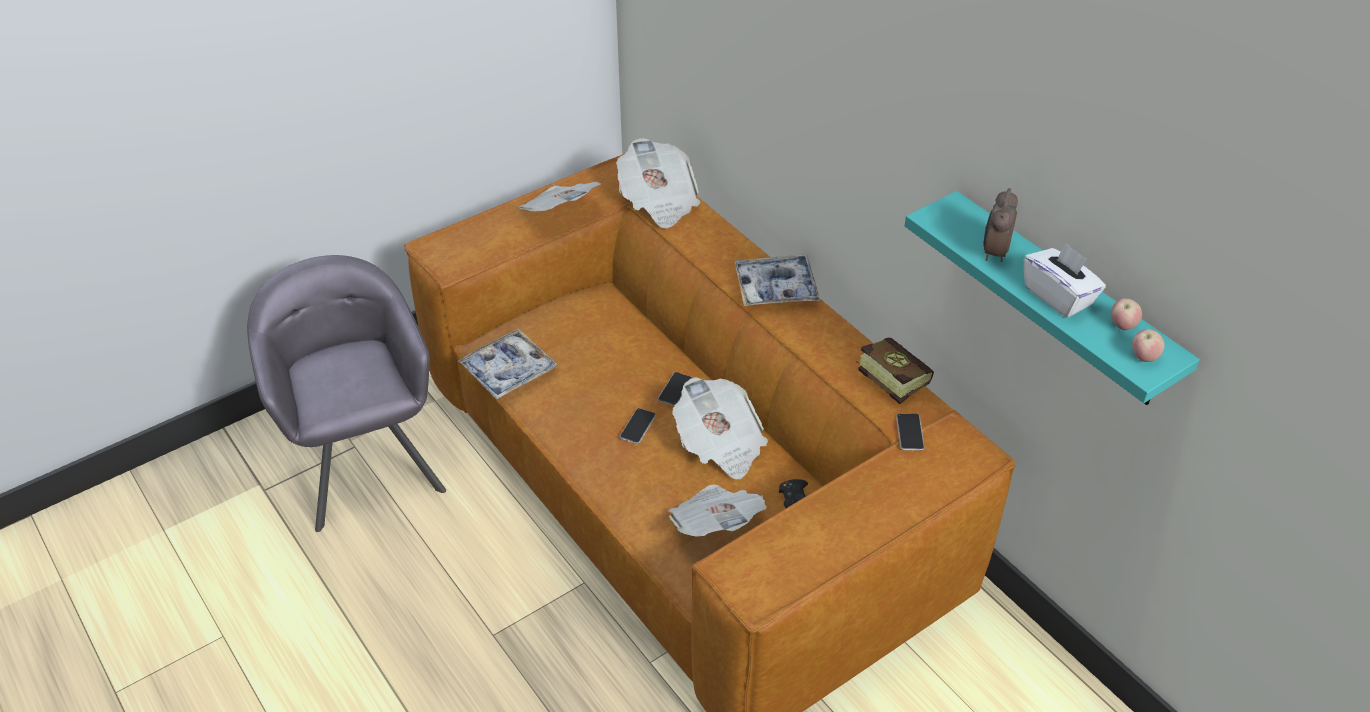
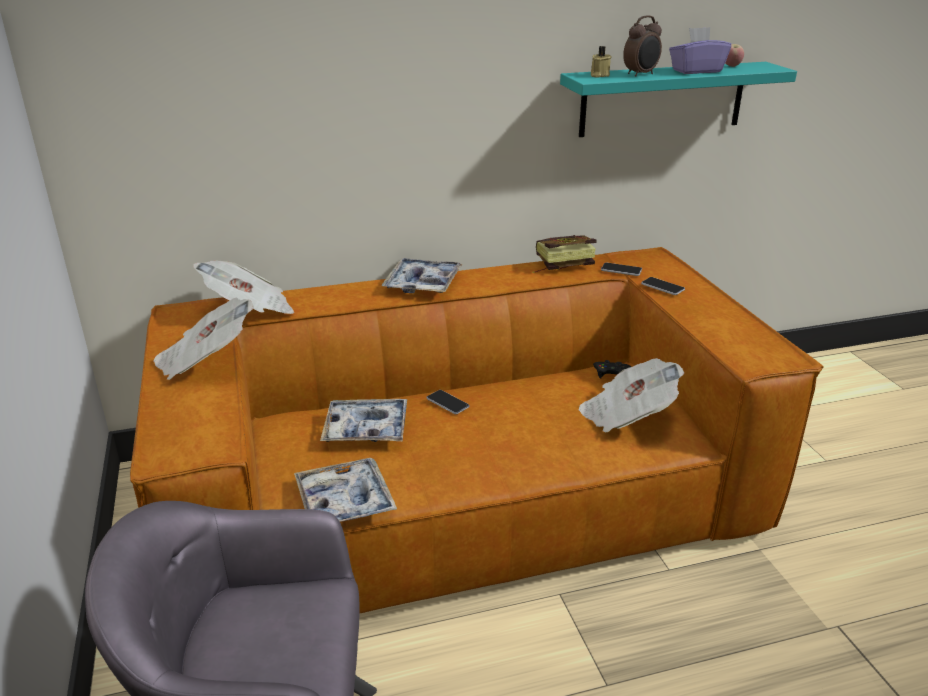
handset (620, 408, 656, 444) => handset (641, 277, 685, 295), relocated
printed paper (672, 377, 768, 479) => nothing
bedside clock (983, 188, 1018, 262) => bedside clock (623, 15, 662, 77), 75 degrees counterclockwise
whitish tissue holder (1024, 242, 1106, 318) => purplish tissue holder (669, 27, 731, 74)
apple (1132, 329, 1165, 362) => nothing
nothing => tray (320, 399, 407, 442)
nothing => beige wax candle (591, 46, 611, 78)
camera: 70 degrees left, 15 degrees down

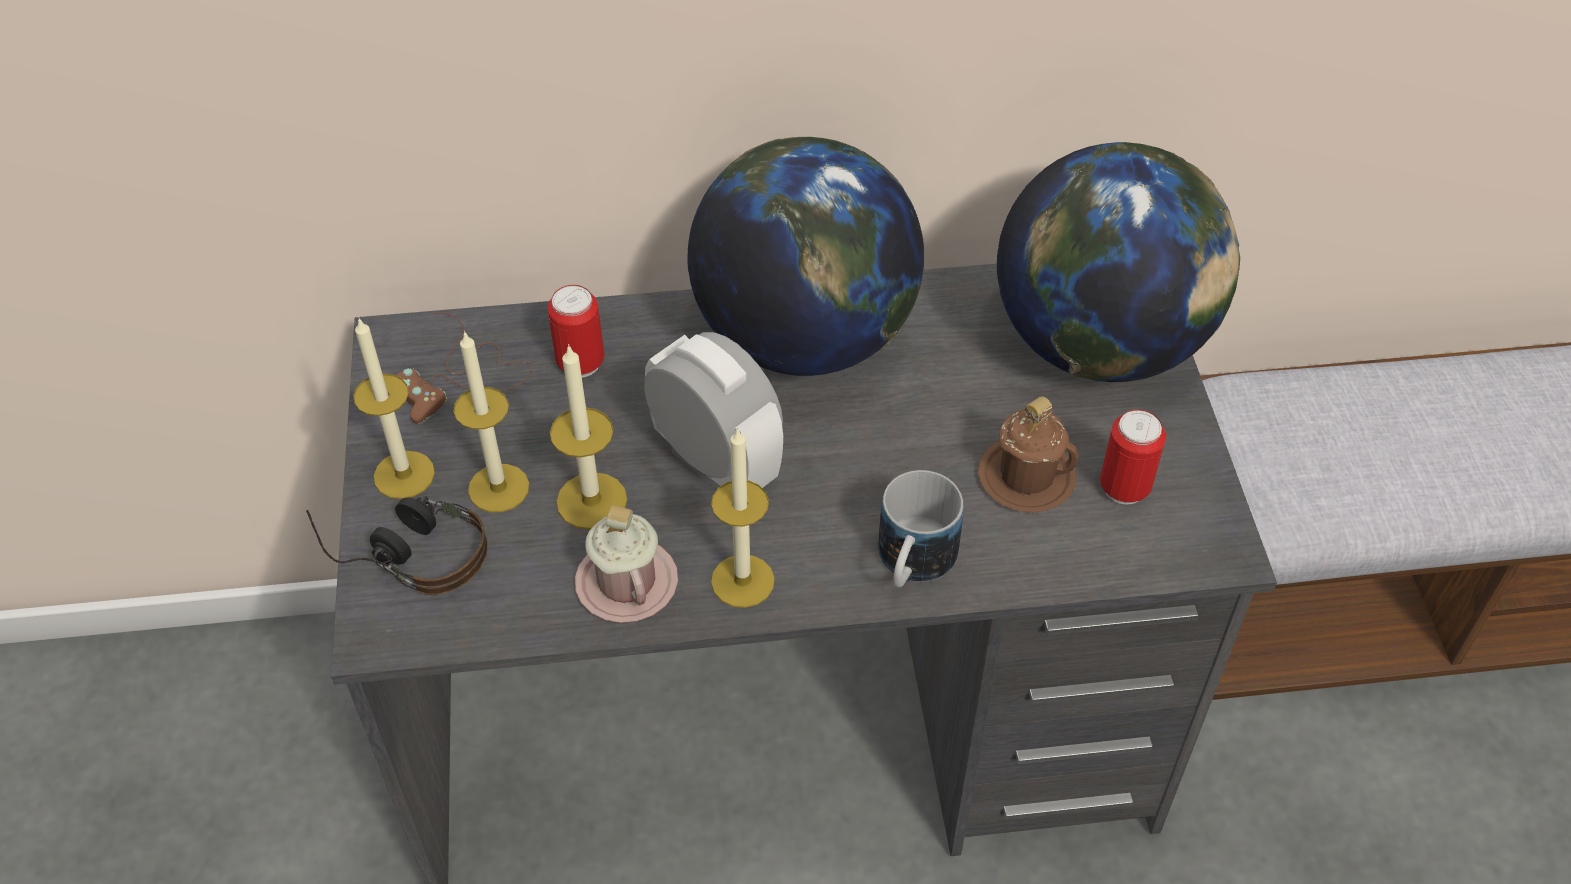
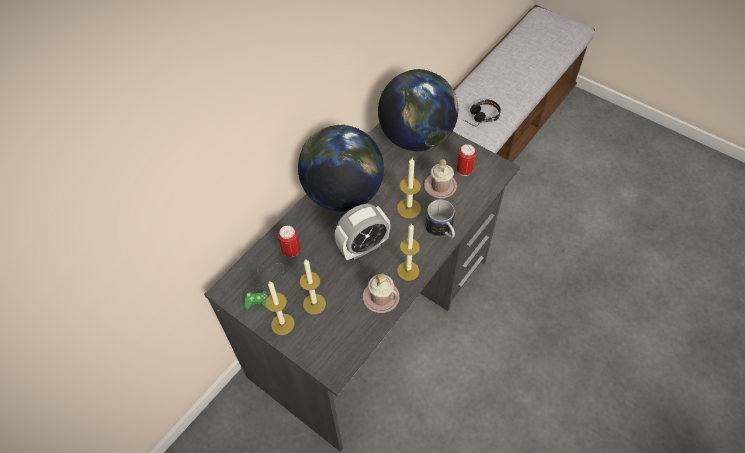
headset (306, 496, 488, 595) => headset (463, 100, 501, 126), relocated
brownish game controller (396, 313, 533, 424) => green-coloured game controller (231, 263, 284, 309)
wax candle (550, 344, 627, 530) => wax candle (397, 158, 421, 218), relocated
bedside clock (644, 332, 783, 489) => bedside clock (335, 204, 390, 260), 150 degrees clockwise
brownish tea mug (978, 396, 1079, 513) => pink tea mug (424, 159, 457, 198)
camera: 45 degrees left, 5 degrees up

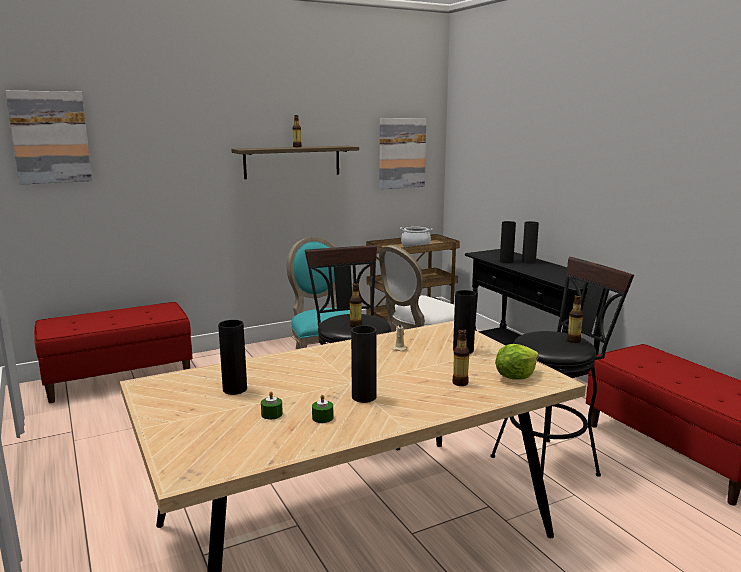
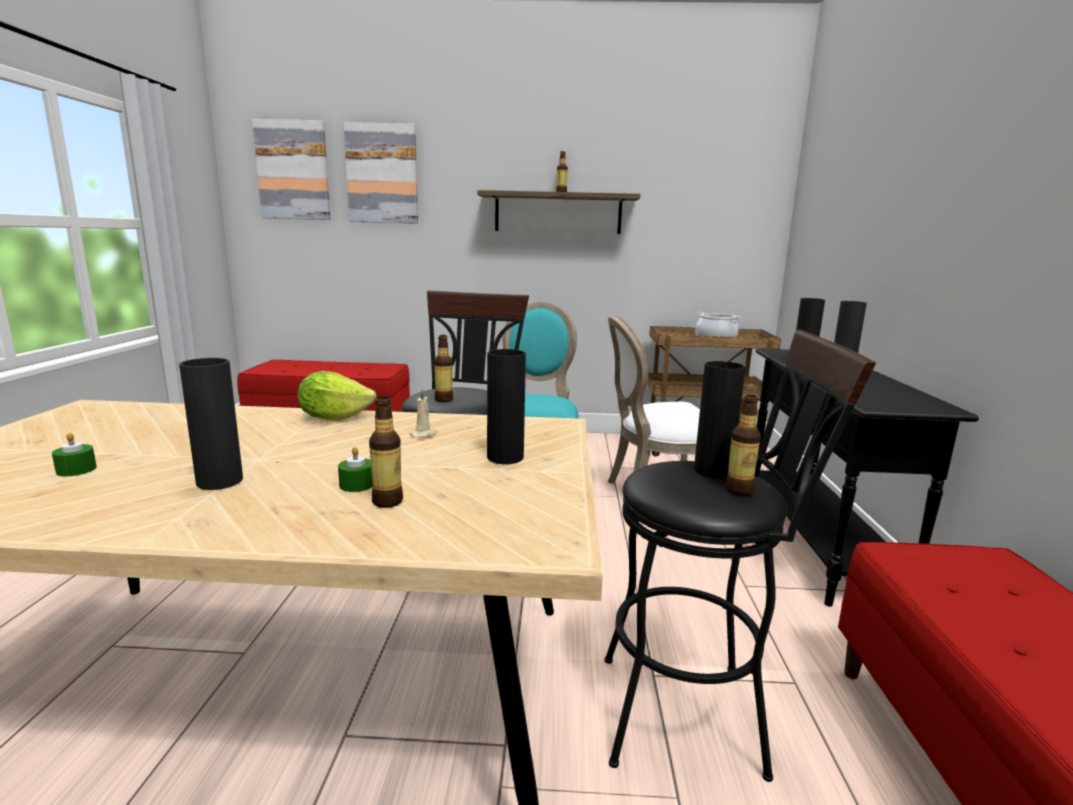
blackish decorative vase (218, 320, 247, 395) => blackish decorative vase (694, 361, 746, 478), relocated
green-coloured wax candle (312, 395, 334, 423) => green-coloured wax candle (338, 447, 373, 492), relocated
wall picture (380, 118, 426, 190) => wall picture (343, 122, 418, 224), relocated
lettuce head (495, 344, 539, 380) => lettuce head (297, 371, 377, 421), relocated
camera: 30 degrees right, 0 degrees up

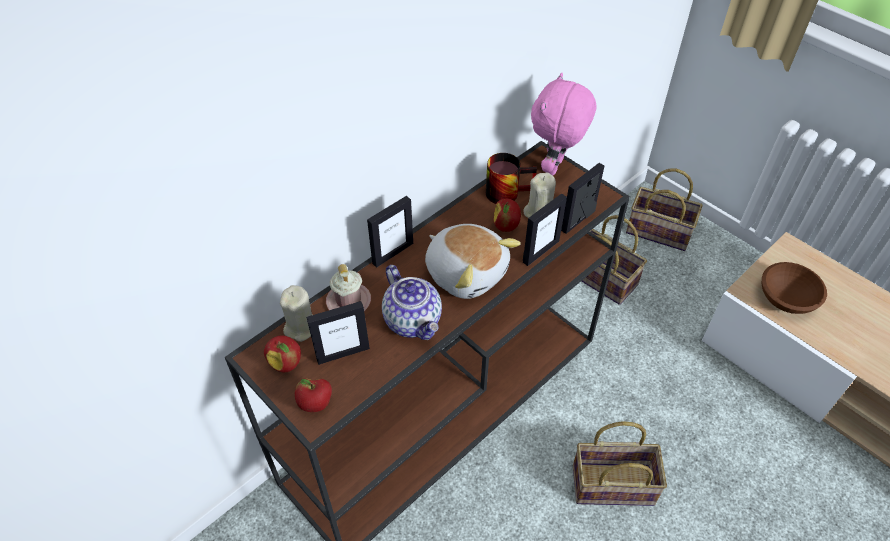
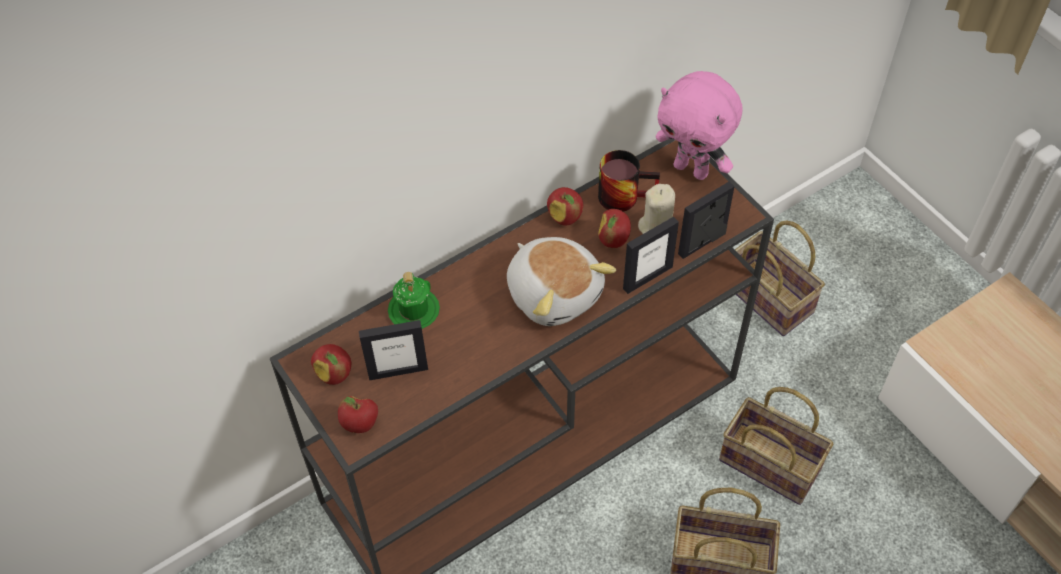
beige wax candle (280, 285, 312, 342) => nothing
pink tea mug (326, 264, 371, 311) => green-coloured tea mug (388, 272, 440, 329)
standing frame (367, 196, 413, 268) => nothing
tea pot (382, 265, 442, 340) => nothing
pink plush toy (531, 73, 597, 176) => pink plush toy (656, 71, 742, 180), 90 degrees counterclockwise
basket (626, 168, 702, 251) => basket (719, 387, 834, 505), relocated
brownish serving bowl (762, 262, 827, 314) => nothing
nothing => apple (547, 187, 583, 225)
camera: 10 degrees right, 5 degrees up

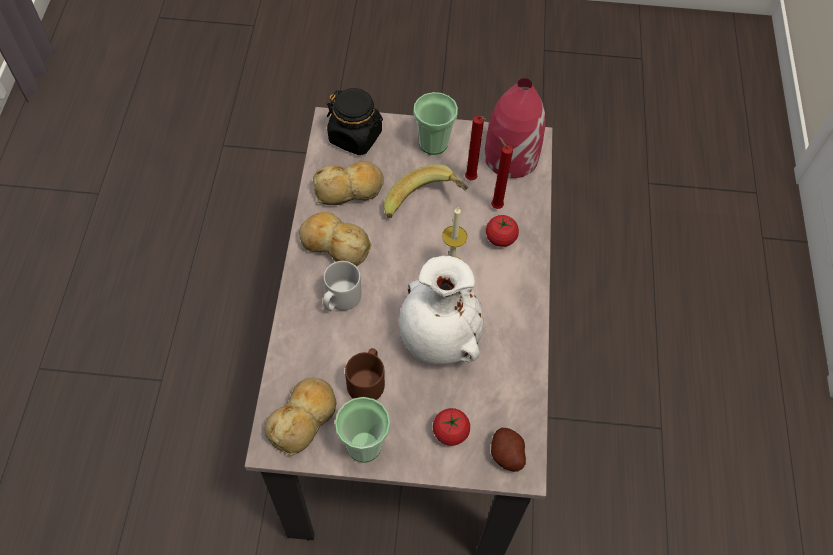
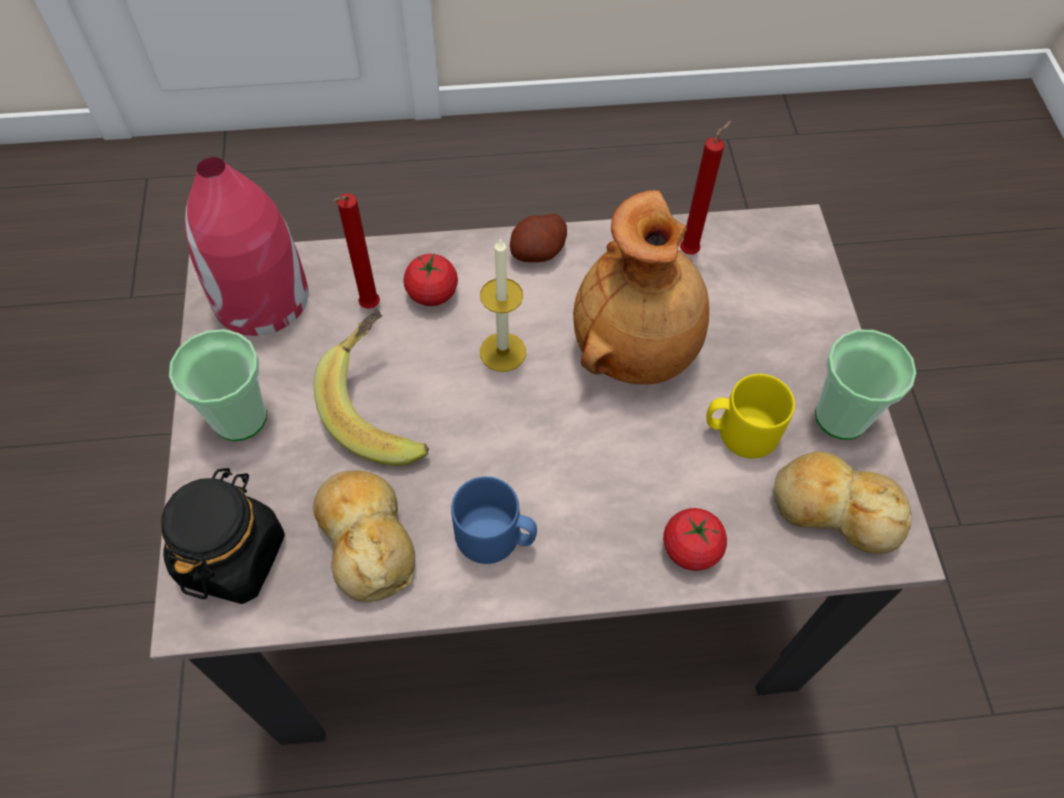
bakery bread (299, 212, 372, 266) => bluish tea mug (451, 476, 537, 564)
grey tea mug (323, 261, 362, 311) => nothing
brownish tea mug (345, 348, 385, 400) => yellow tea mug (706, 374, 795, 458)
whitish decorative vase (399, 256, 484, 364) => brownish decorative vase (573, 190, 709, 385)
fresh tomato (433, 408, 470, 446) => fresh tomato (663, 508, 727, 571), relocated
red wax candle (465, 115, 486, 180) => red wax candle (680, 120, 732, 255), relocated
spud (491, 428, 526, 472) => spud (510, 213, 567, 262), relocated
camera: 100 degrees left, 0 degrees up

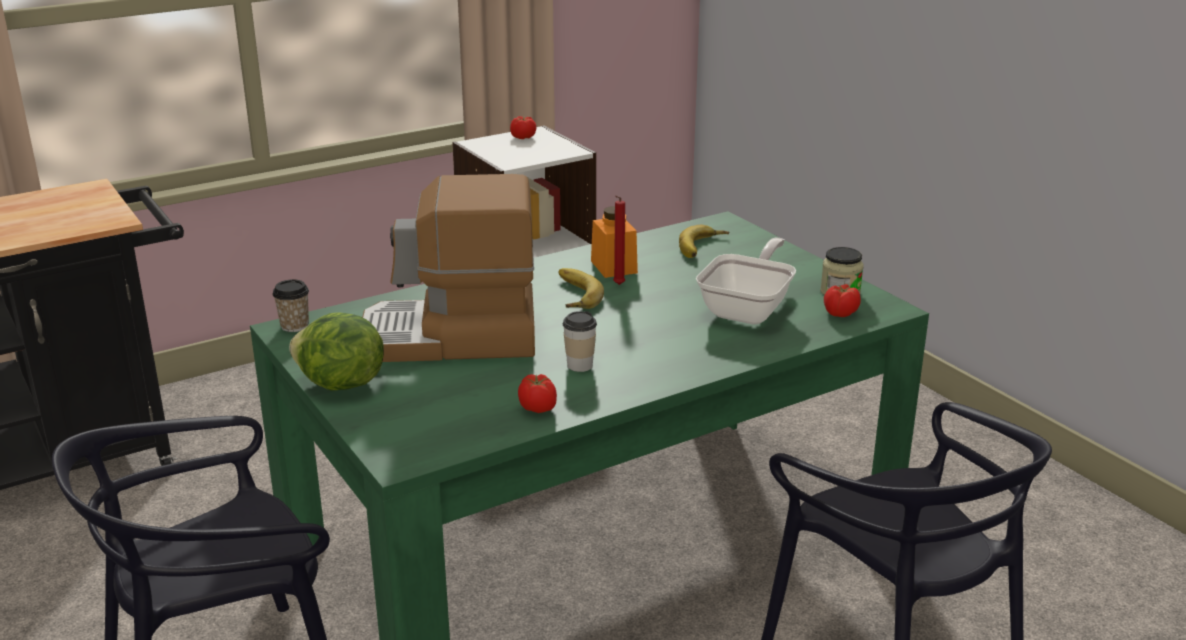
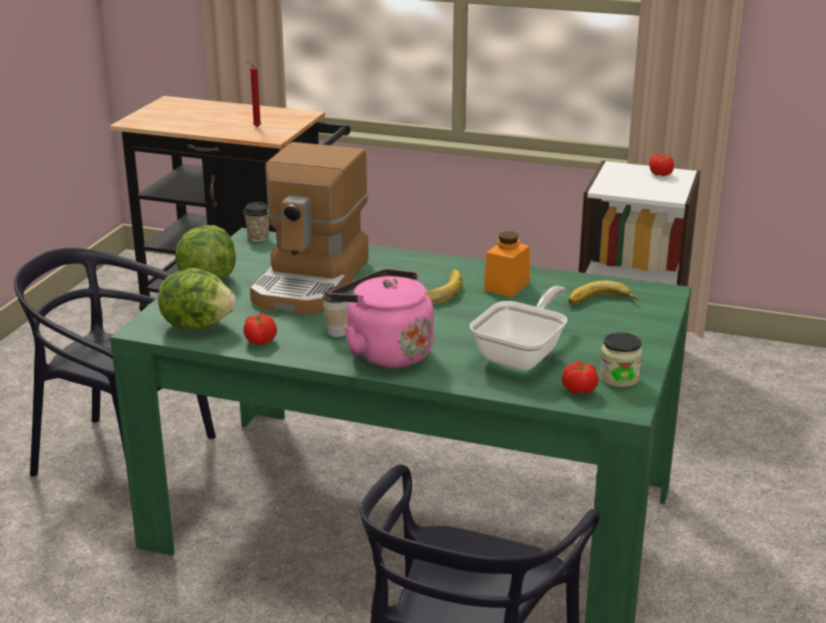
coffee maker (362, 174, 535, 362) => coffee maker (250, 142, 369, 315), 120 degrees counterclockwise
red wax candle (613, 196, 625, 285) => red wax candle (247, 62, 261, 127), relocated
skillet (696, 237, 796, 324) => skillet (470, 286, 568, 371), 45 degrees counterclockwise
nothing => lettuce head (158, 268, 236, 330)
nothing => pink tea kettle (330, 269, 434, 369)
camera: 50 degrees right, 0 degrees up

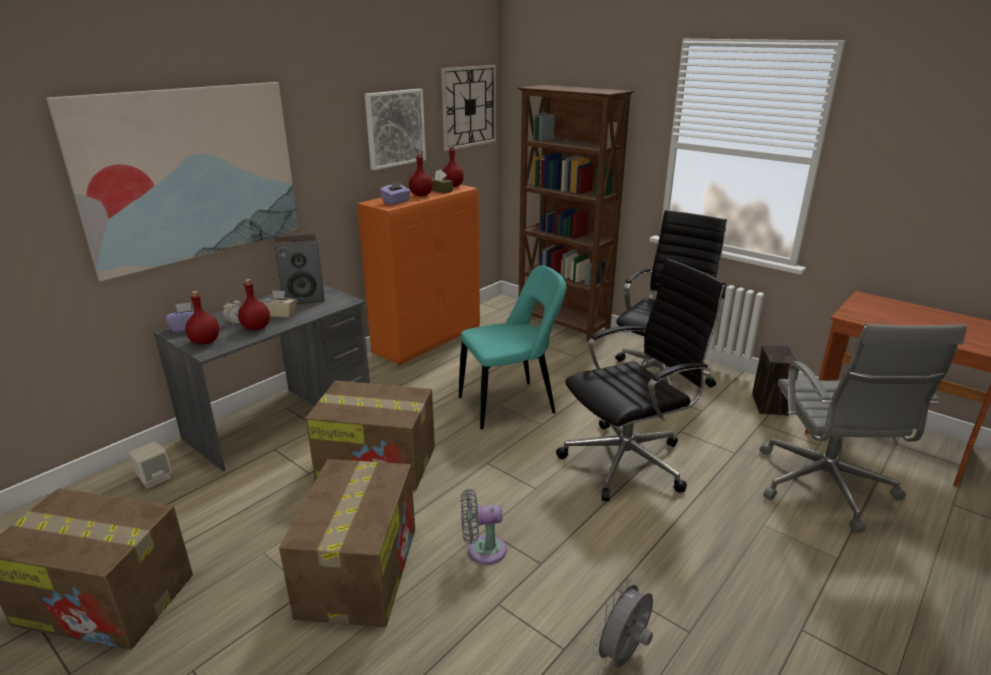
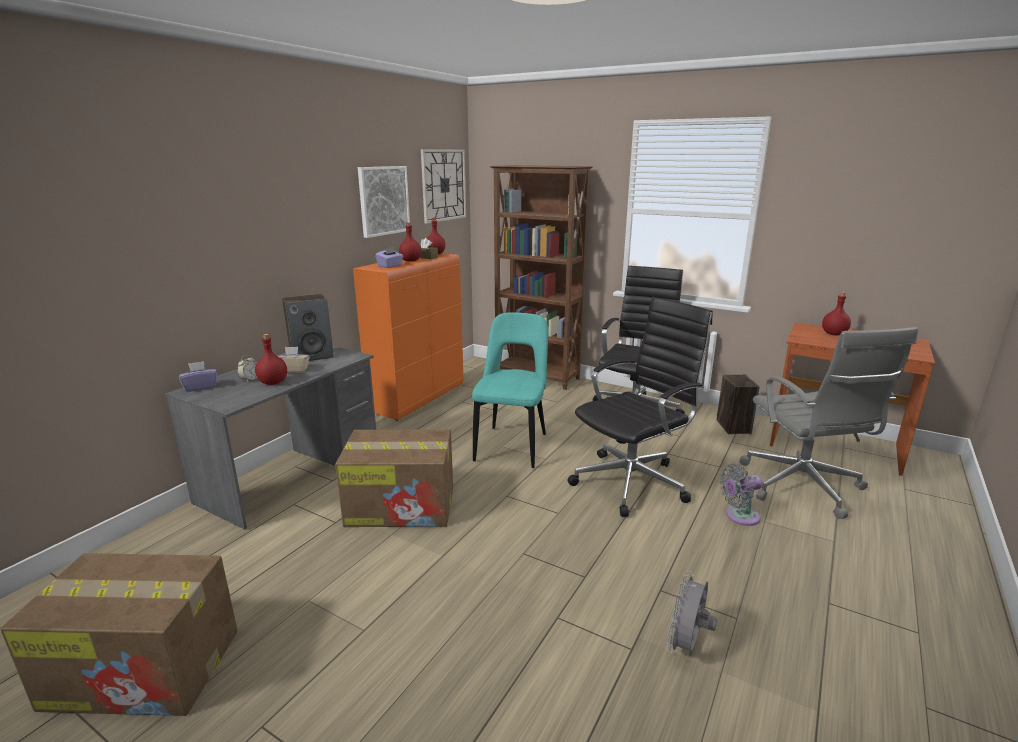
wall picture (46, 82, 299, 281) => nothing
beige audio speaker (129, 441, 173, 488) => nothing
red beverage bottle (185, 291, 219, 344) => red beverage bottle (822, 292, 851, 335), relocated
cardboard box (279, 459, 415, 627) => nothing
turquoise-coloured upright chair (459, 265, 567, 429) => turquoise-coloured upright chair (472, 313, 548, 468), 45 degrees counterclockwise
grey fan (461, 489, 507, 565) => grey fan (720, 464, 763, 526), relocated
camera: 10 degrees left, 5 degrees down

